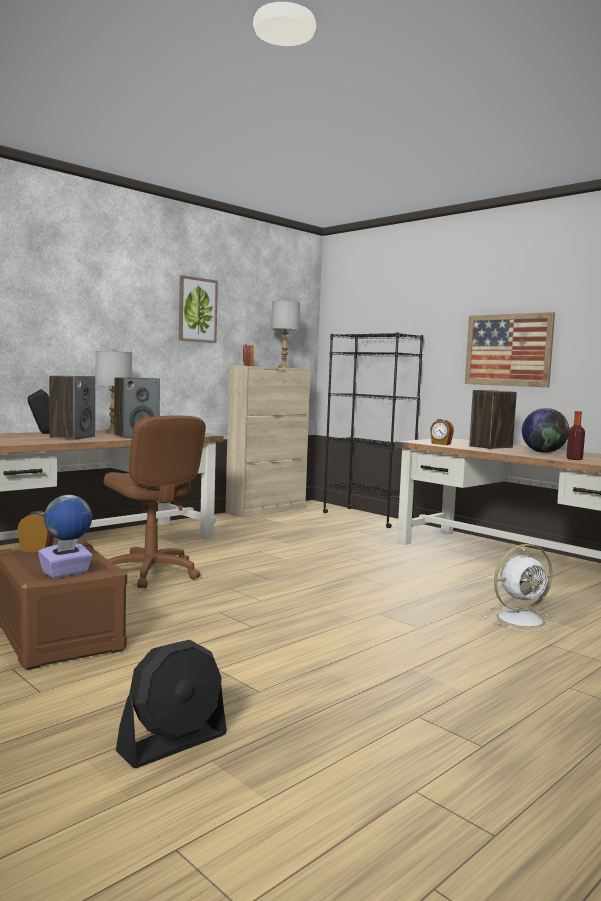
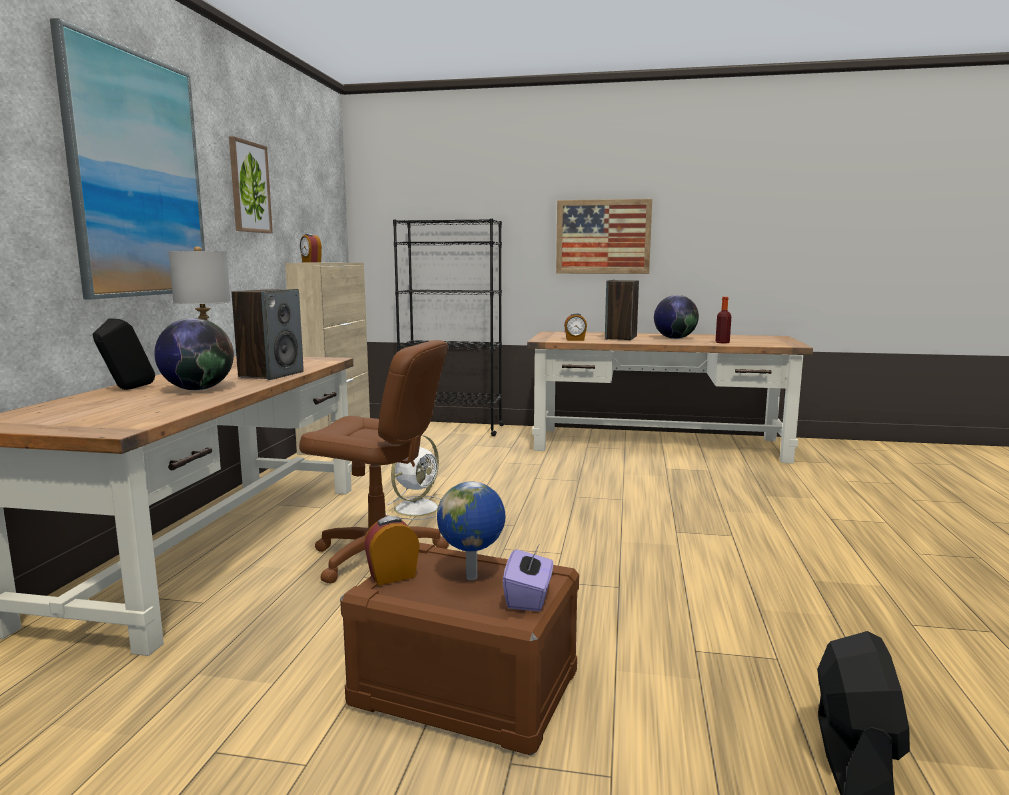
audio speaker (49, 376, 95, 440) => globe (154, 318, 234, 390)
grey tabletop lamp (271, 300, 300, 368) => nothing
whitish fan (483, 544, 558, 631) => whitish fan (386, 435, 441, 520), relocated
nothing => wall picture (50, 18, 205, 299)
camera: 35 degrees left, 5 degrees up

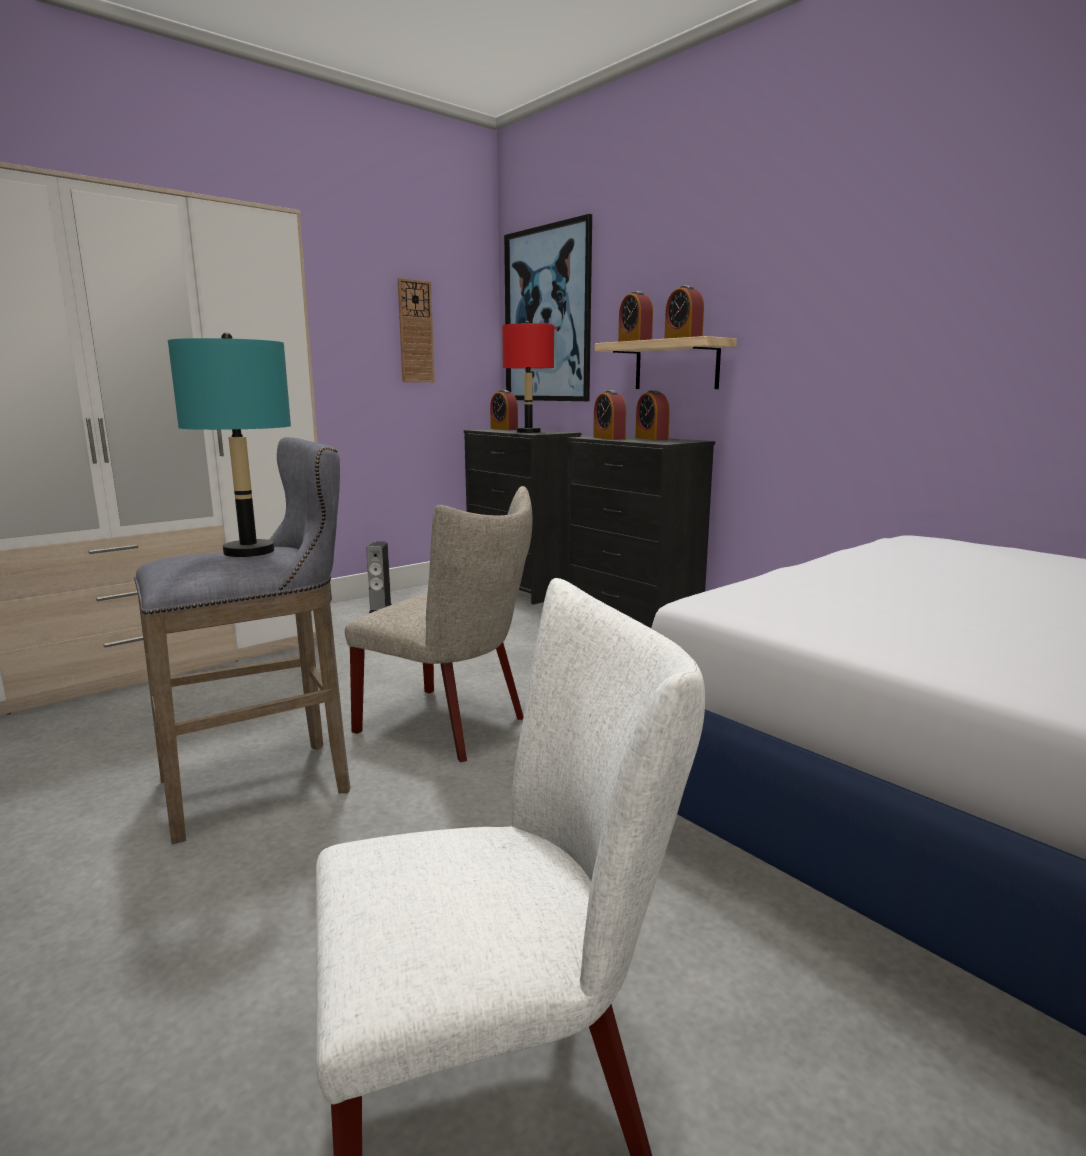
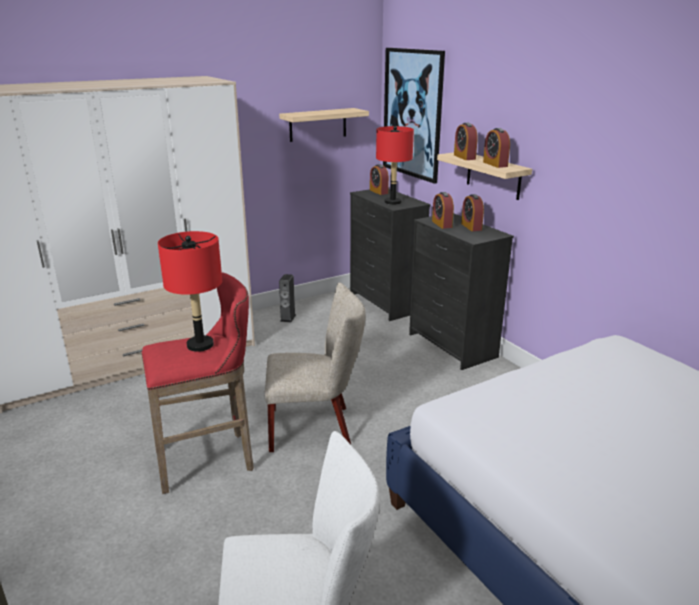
grey sitting stool (134, 437, 350, 845) => red sitting stool (142, 272, 254, 494)
turquoise-coloured tabletop lamp (168, 333, 291, 557) => red tabletop lamp (158, 231, 222, 352)
beige upright chair (345, 486, 532, 762) => beige upright chair (265, 282, 366, 452), 45 degrees counterclockwise
hanging clock (397, 278, 435, 382) => shelf (279, 108, 369, 142)
camera: 10 degrees right, 10 degrees up

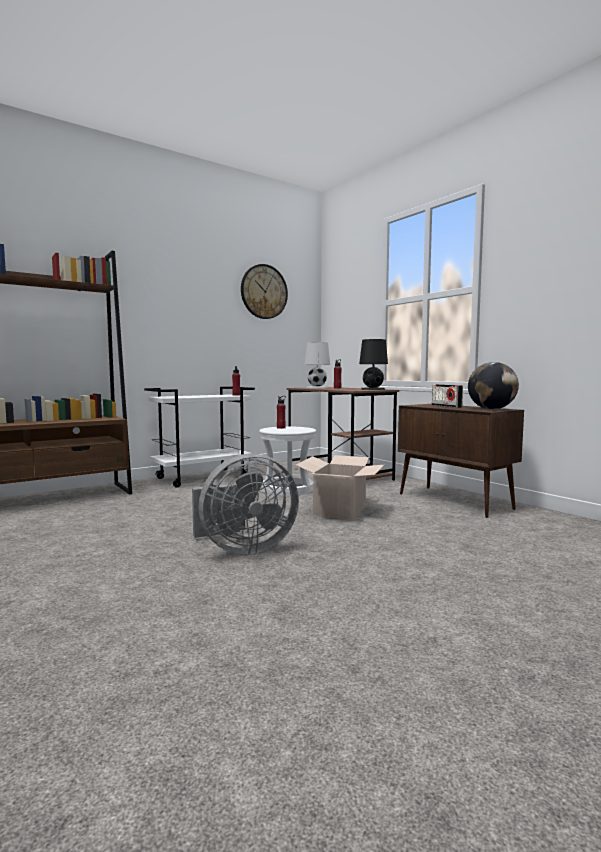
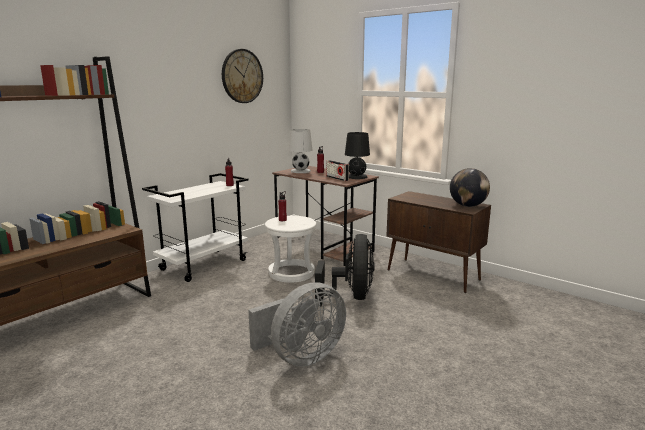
cardboard box (296, 455, 384, 520) => blackish fan (315, 234, 375, 306)
radio receiver (432, 384, 463, 408) => radio receiver (326, 160, 349, 181), relocated
camera: 15 degrees left, 10 degrees up

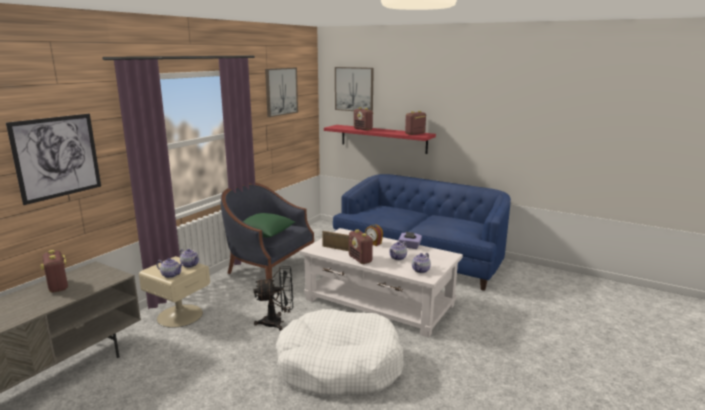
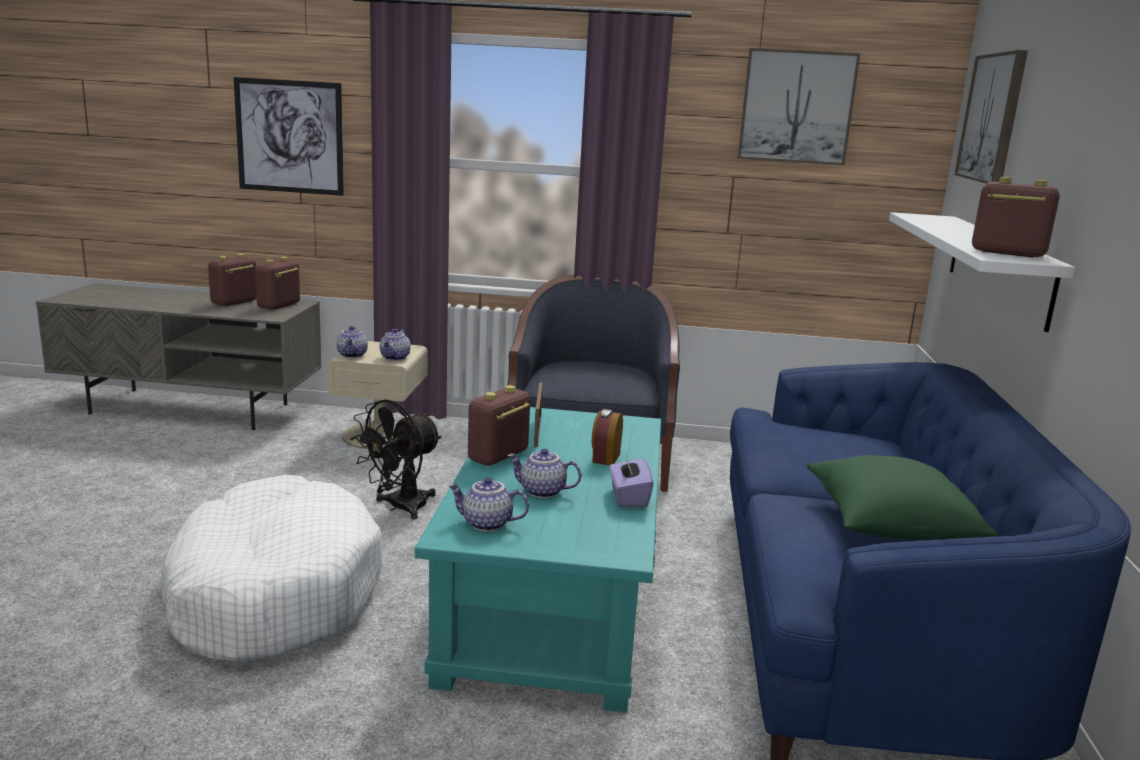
green-coloured throw pillow (243, 213, 295, 238) => green-coloured throw pillow (807, 455, 998, 540), relocated
blackish fan (254, 266, 293, 331) => blackish fan (350, 399, 442, 519), 75 degrees clockwise
whitish low table (299, 228, 463, 338) => turquoise-coloured low table (415, 407, 661, 713)
red shelf (324, 125, 436, 154) => whitish shelf (889, 212, 1075, 332)
radio receiver (354, 107, 373, 131) => radio receiver (255, 257, 300, 310), relocated
camera: 65 degrees right, 0 degrees up

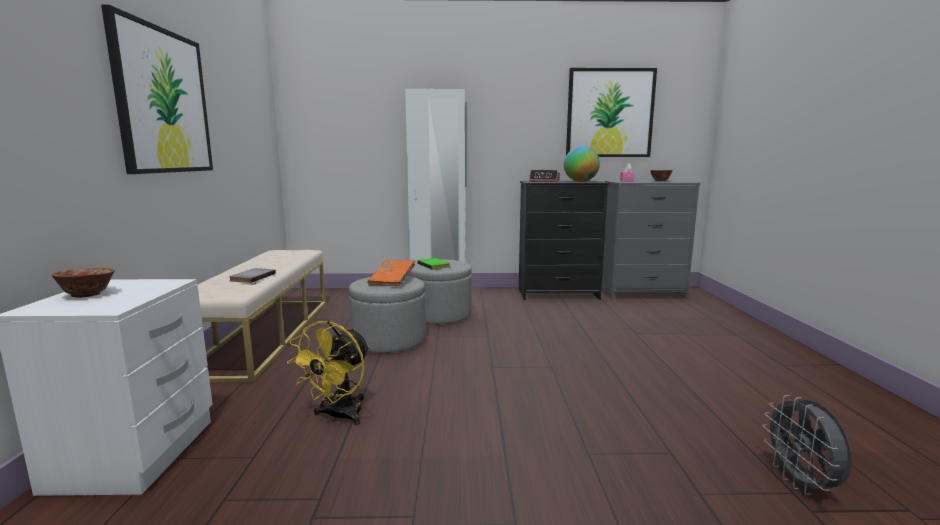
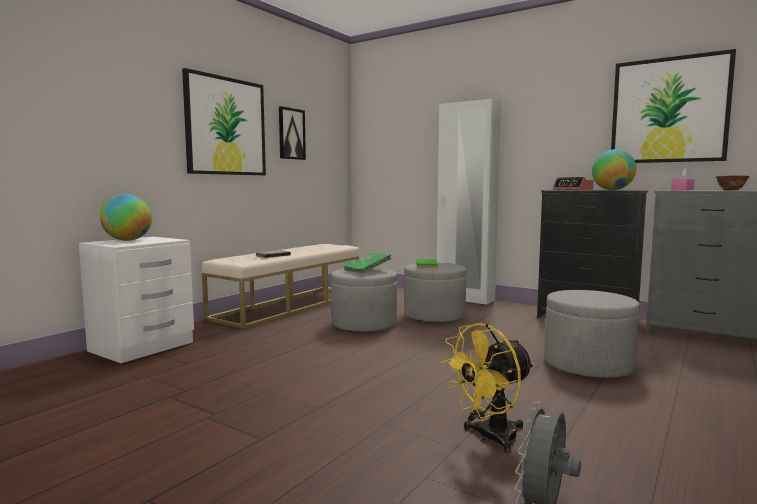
serving bowl (52, 267, 115, 298) => globe (100, 194, 152, 241)
yellow fan (287, 321, 370, 425) => yellow fan (441, 323, 534, 453), relocated
orange-coloured book (368, 260, 415, 286) => green-coloured book (344, 253, 392, 273)
nothing => wall picture (279, 106, 306, 160)
nothing => grey pouffe (544, 290, 640, 378)
camera: 35 degrees right, 5 degrees down

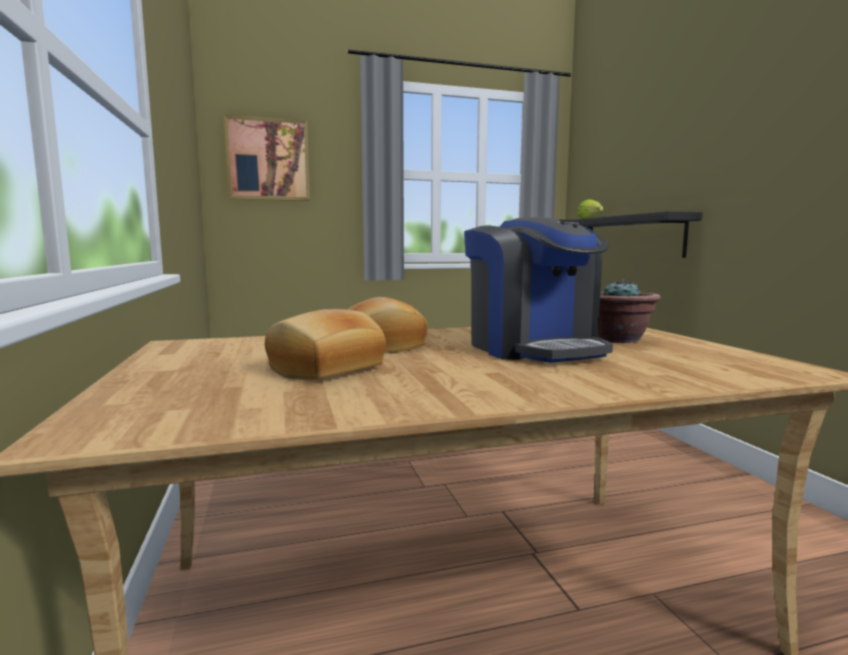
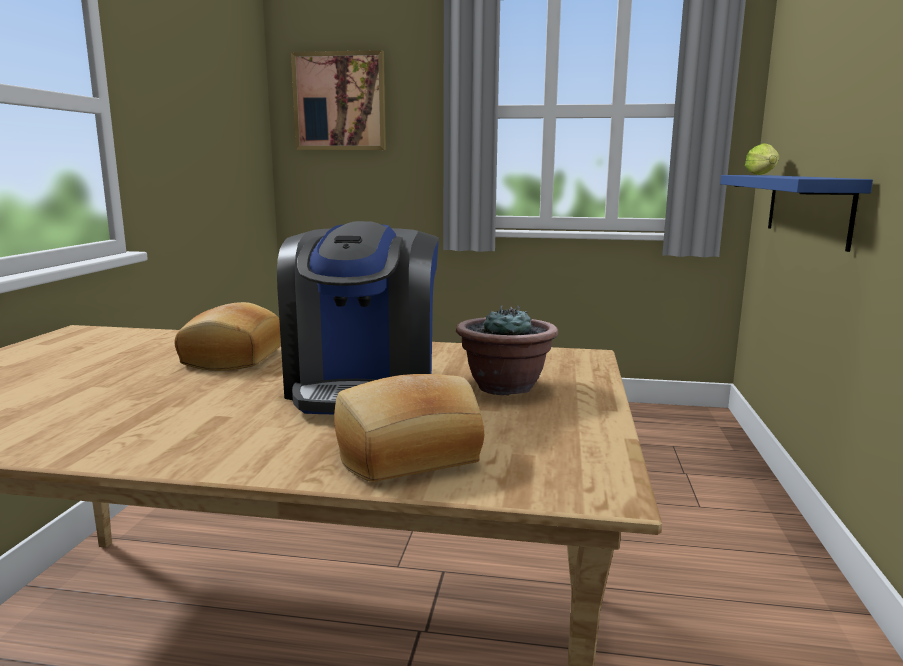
bakery bread (265, 309, 386, 380) => bakery bread (334, 374, 484, 482), relocated
blackish shelf (575, 211, 703, 258) => bluish shelf (720, 175, 873, 252)
camera: 25 degrees right, 5 degrees up

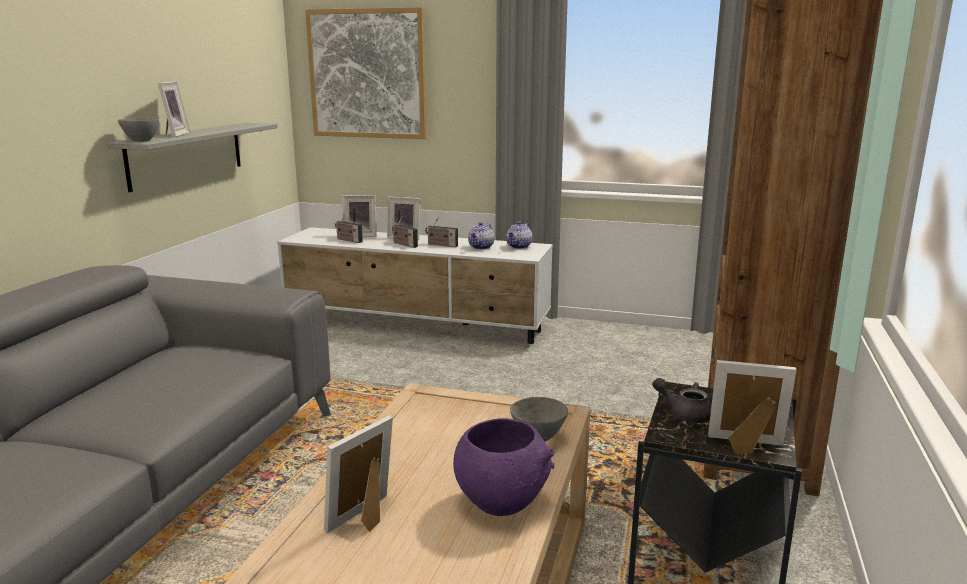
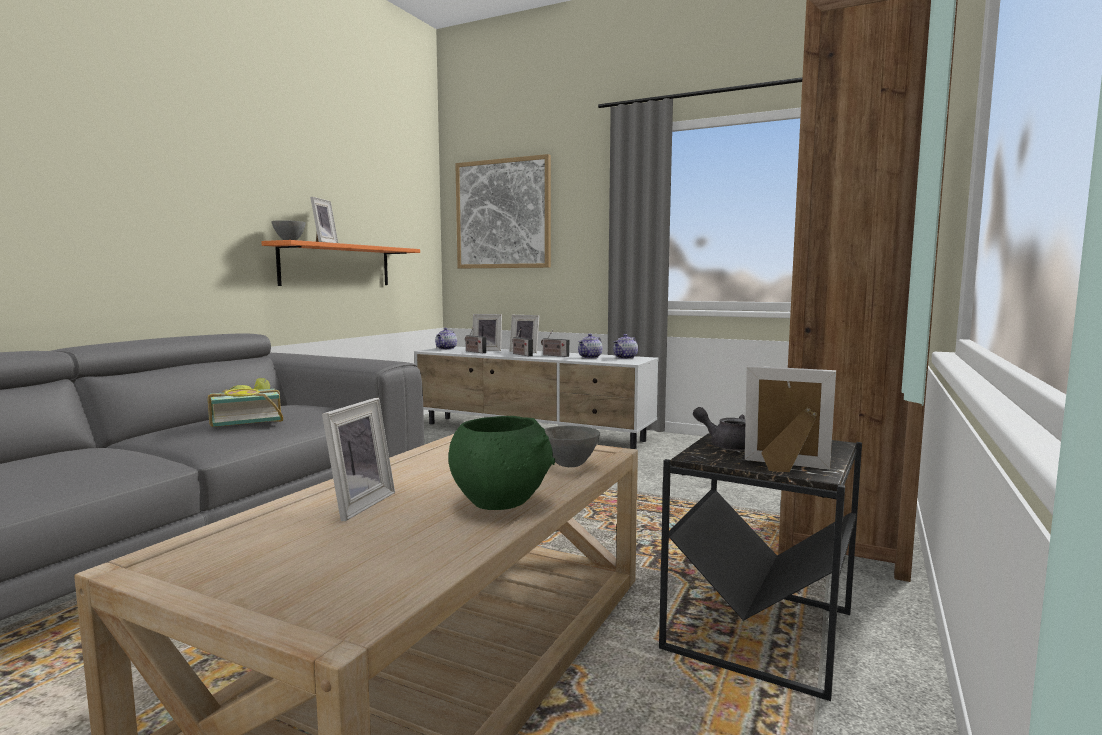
grey shelf (107, 123, 278, 192) => orange-coloured shelf (261, 240, 420, 286)
standing frame (324, 416, 393, 533) => standing frame (322, 398, 395, 521), 150 degrees clockwise
purplish serving bowl (453, 418, 555, 516) => green-coloured serving bowl (448, 416, 555, 510)
nothing => book (207, 378, 284, 427)
nothing => tea pot (435, 328, 457, 350)
camera: 10 degrees right, 10 degrees down

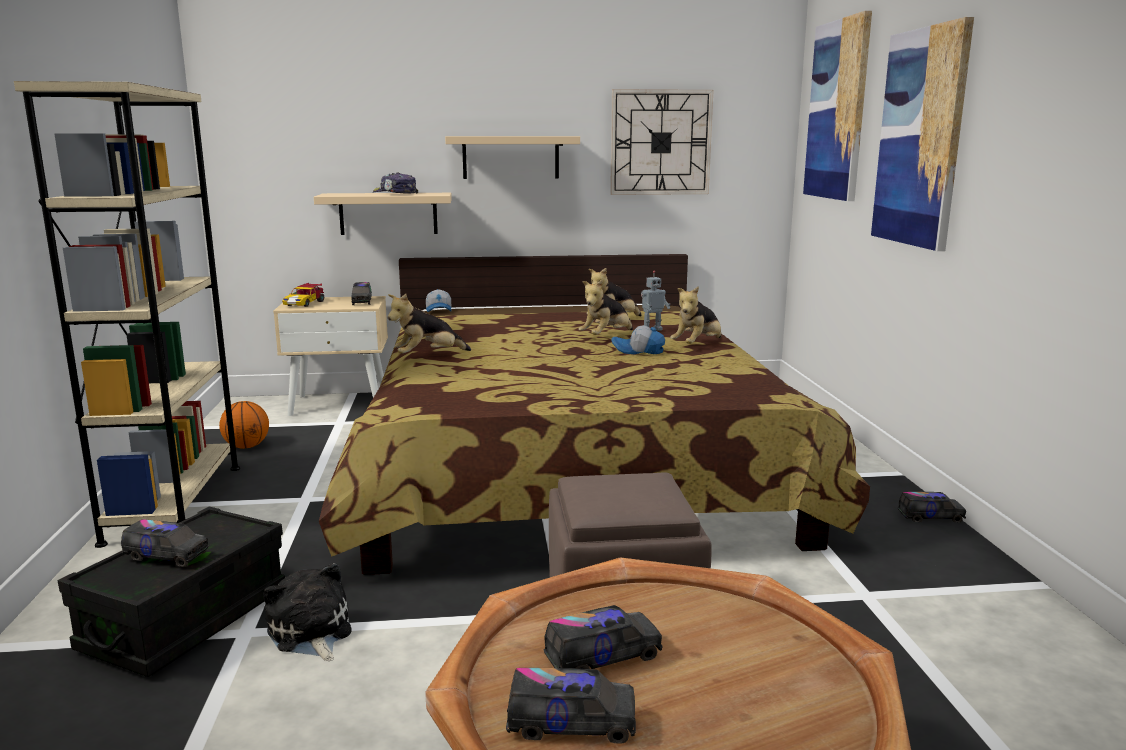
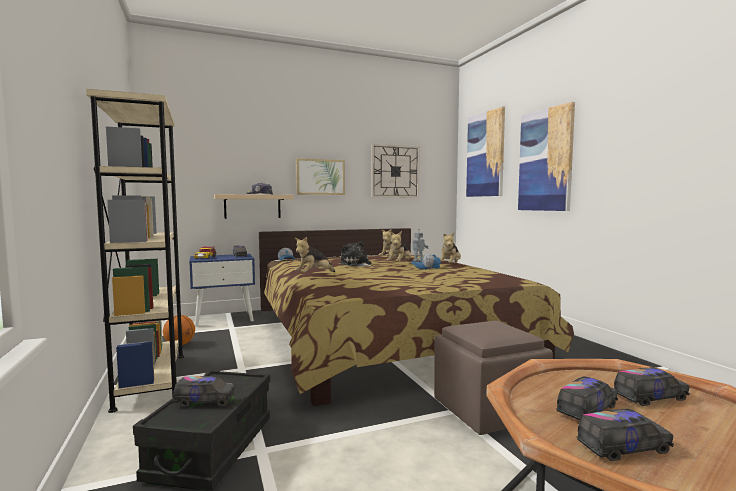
plush toy (263, 563, 352, 661) => plush toy (340, 241, 374, 267), relocated
beige night table (273, 296, 388, 416) => bluish night table (189, 254, 255, 327)
beige shelf (445, 136, 580, 179) => wall picture (296, 158, 345, 195)
toy lorry (897, 492, 966, 522) => toy lorry (614, 367, 690, 406), relocated
camera: 15 degrees left, 10 degrees down

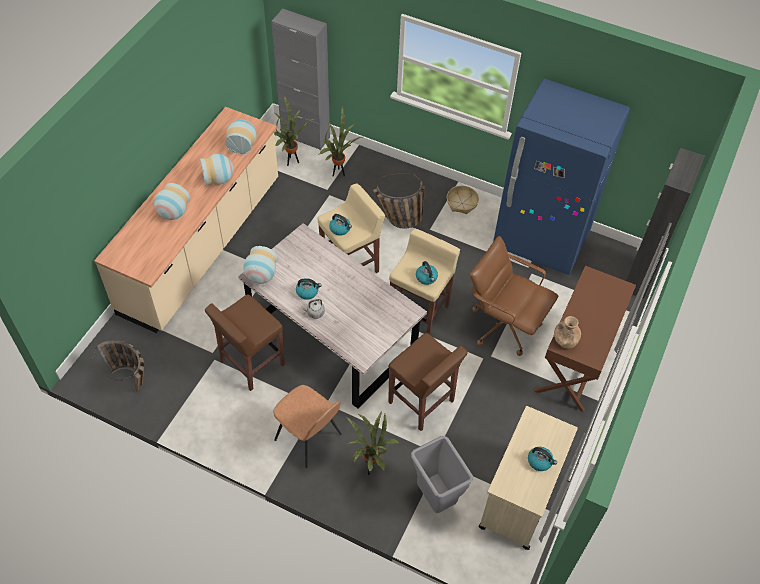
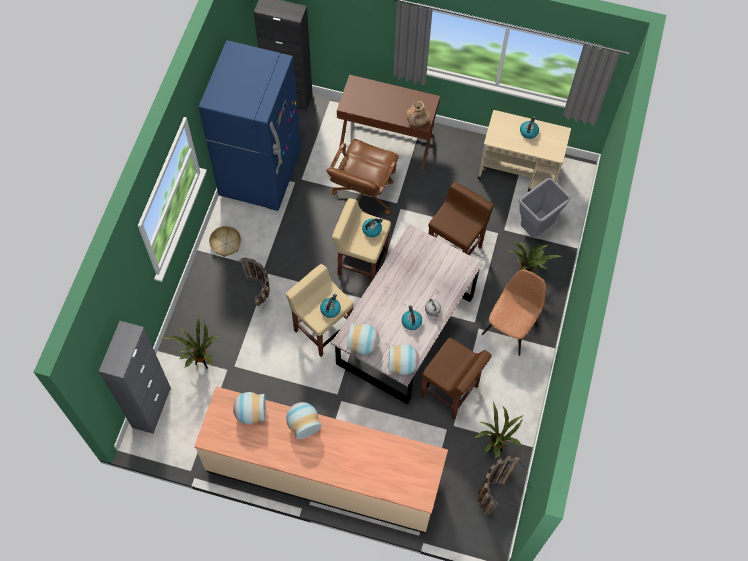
decorative vase (154, 183, 190, 220) => decorative vase (347, 323, 379, 354), relocated
houseplant (274, 95, 314, 166) => houseplant (474, 402, 524, 459), relocated
camera: 100 degrees left, 10 degrees up

